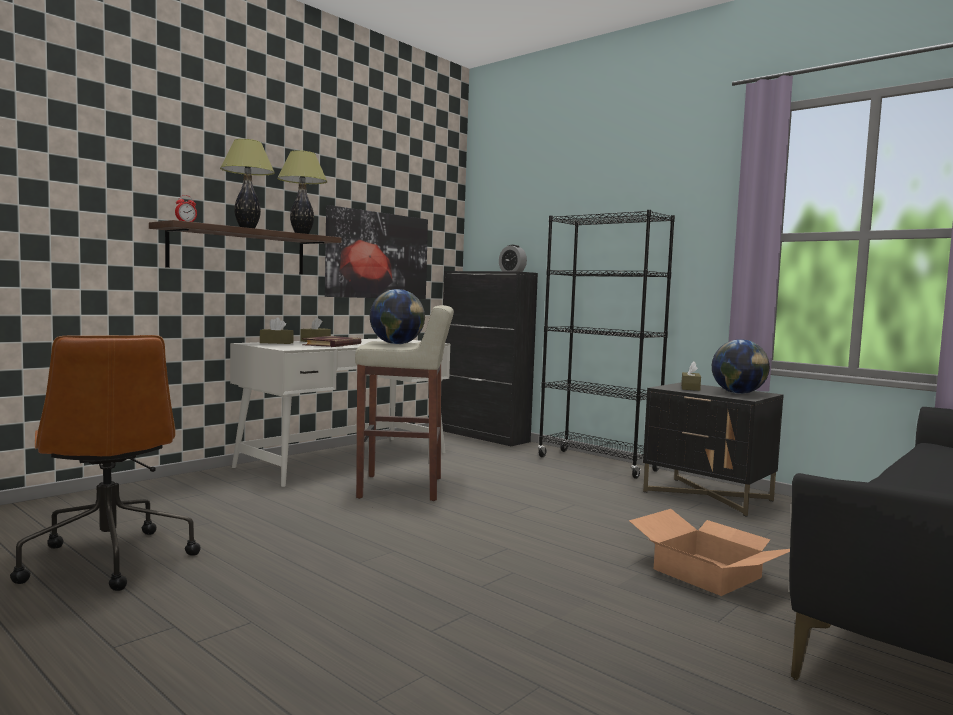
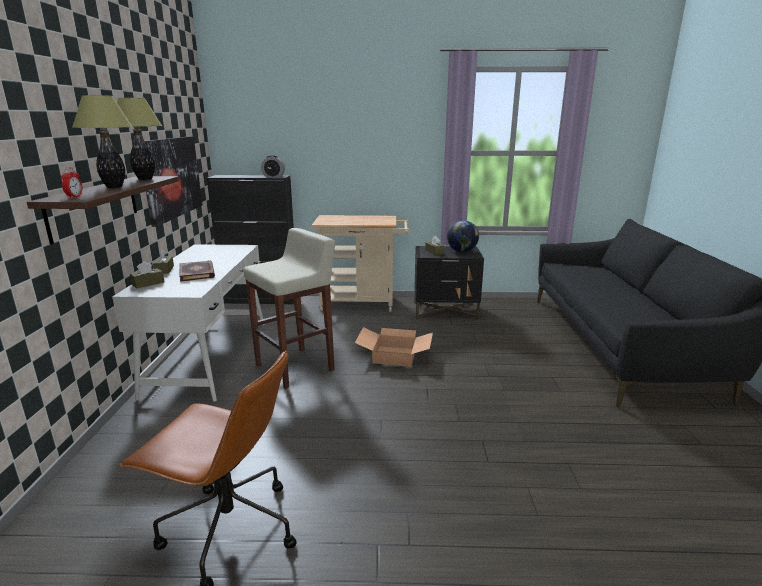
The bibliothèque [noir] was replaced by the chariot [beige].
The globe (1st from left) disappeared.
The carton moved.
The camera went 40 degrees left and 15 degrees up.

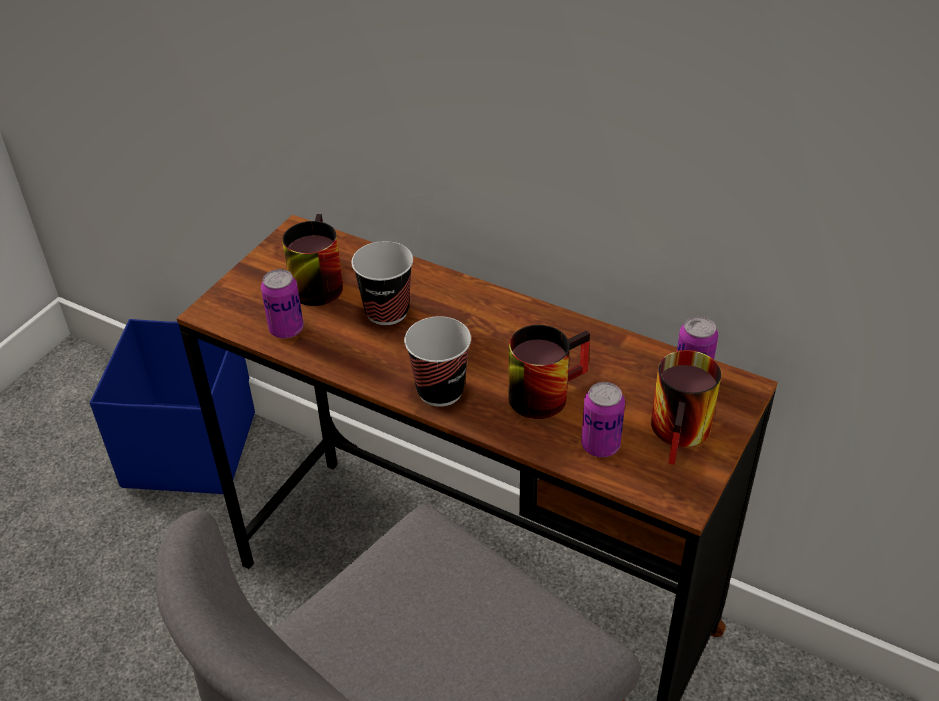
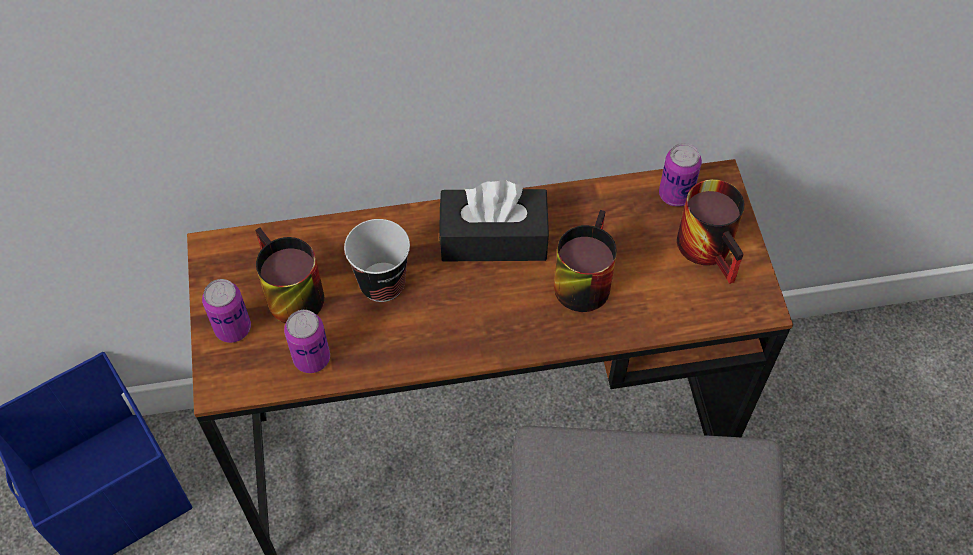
The tasse (2nd from left) disappeared.
The boîte métallique (2nd from left in the first image) moved.
The boîte à mouchoirs [noir] appeared.
The camera went 40 degrees left and 15 degrees up.

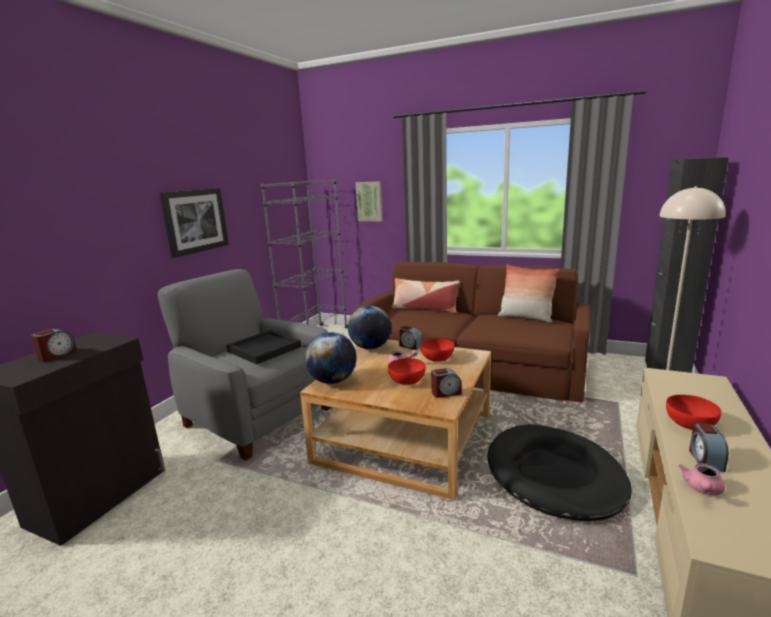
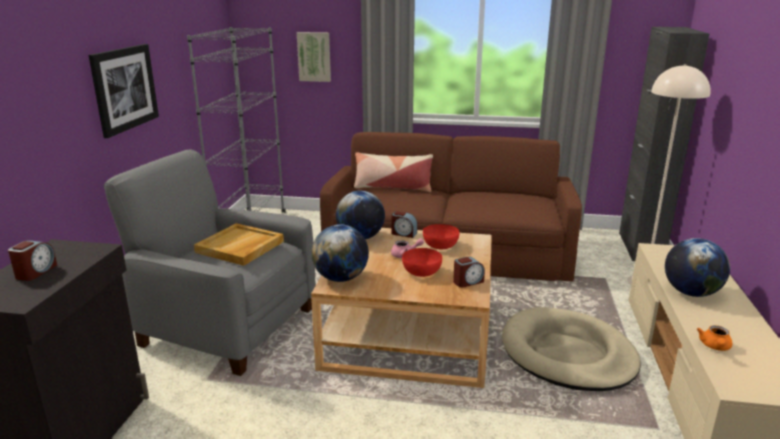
The coussin (2nd from left) disappeared.
The plateau [noir] became the plateau [beige].
The bol [rouge] (3rd from left) was replaced by the globe (3rd from left).
The réveil (4th from left) disappeared.
The panier pour chien [noir] became the panier pour chien [beige].
The théière [rose] (2nd from left) became the théière [orange].
The camera went 15 degrees left and 5 degrees up.

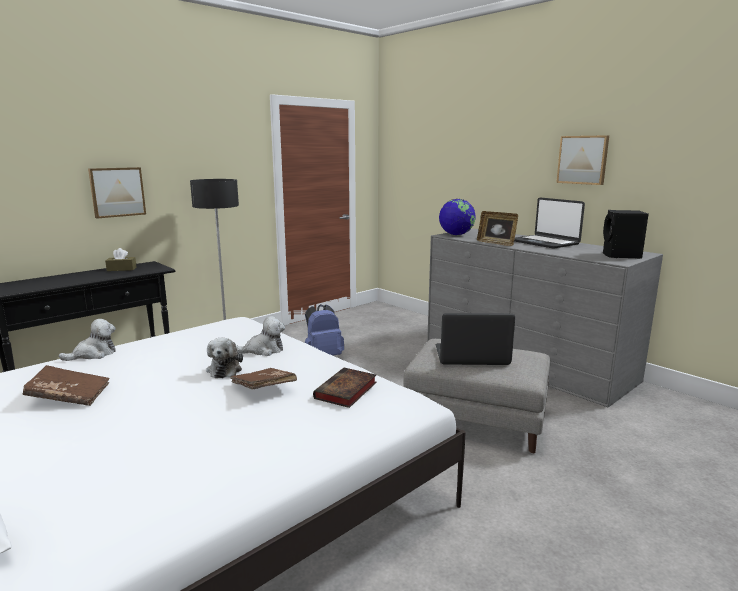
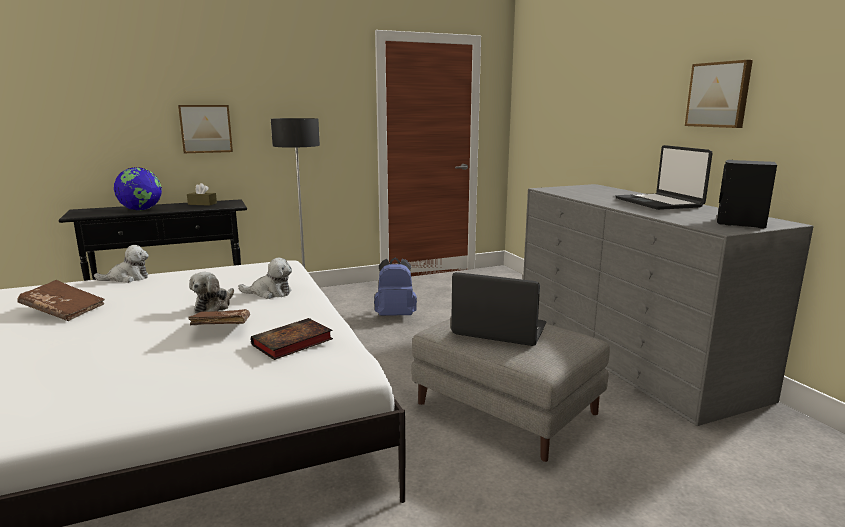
The globe moved.
The cadre photo disappeared.
The camera went 20 degrees right and 0 degrees up.

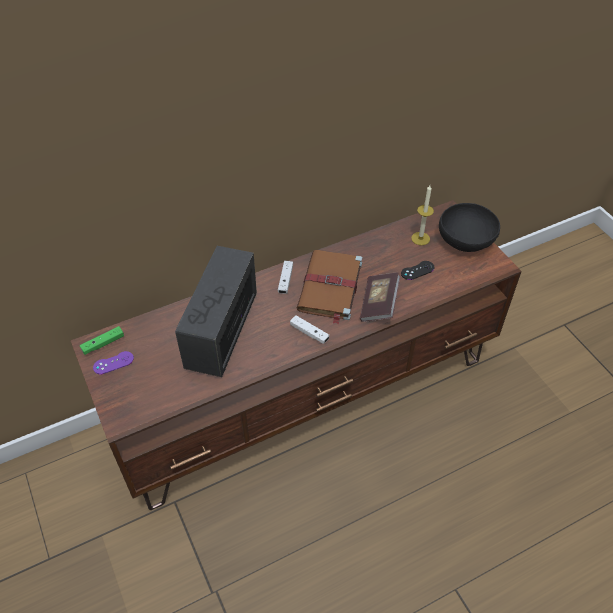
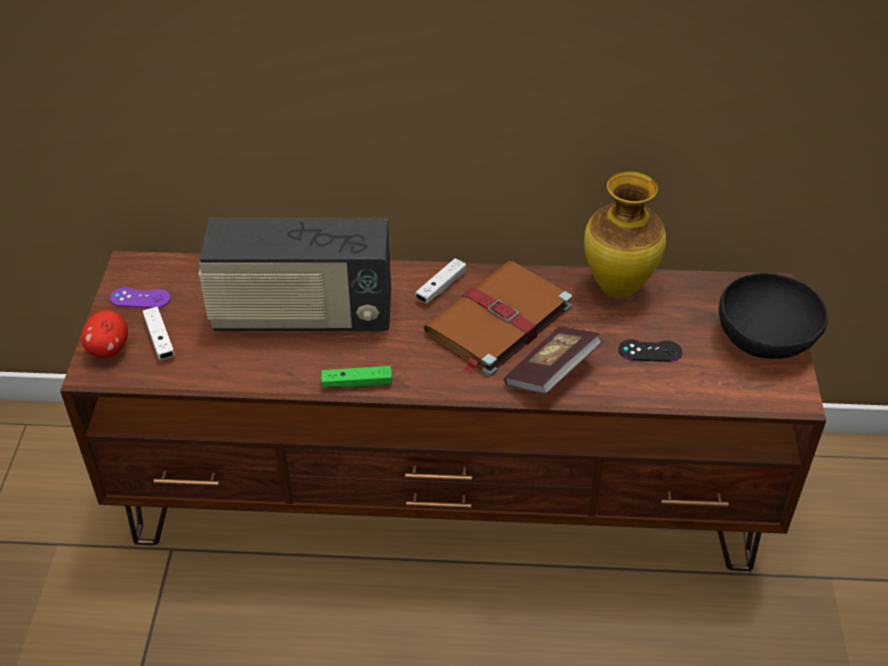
The bougie disappeared.
The radio turned 135 degrees counterclockwise.
The manette [blanc] (2nd from left in the first image) moved.
The manette [vert] moved.
The vase appeared.
The pomme appeared.
The camera went 30 degrees right and 5 degrees down.

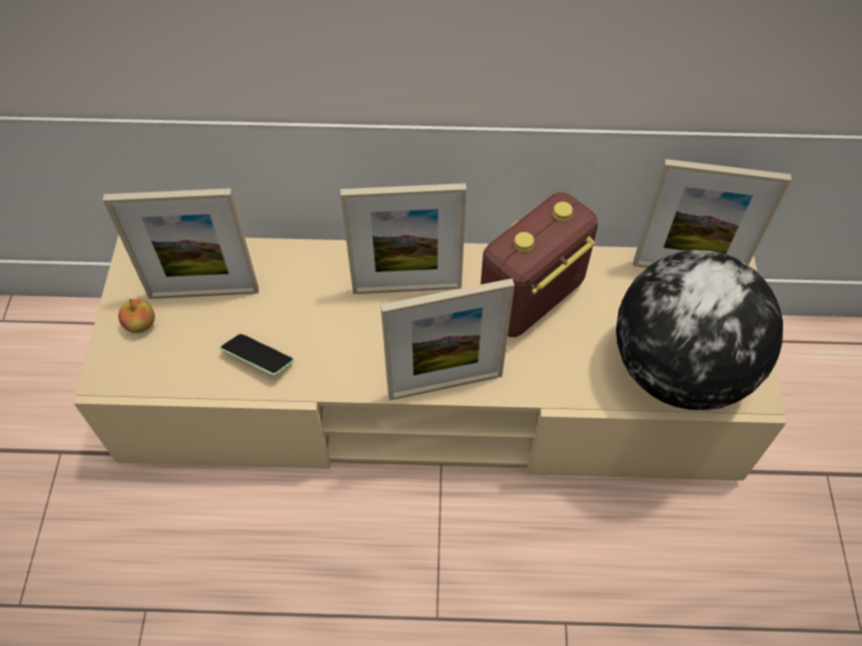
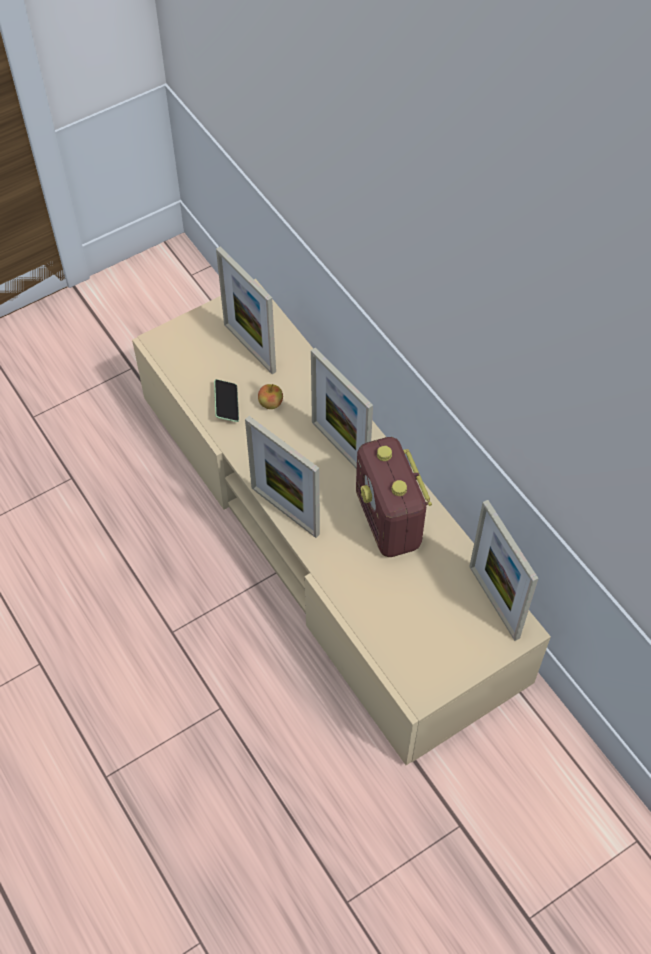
The radio turned 120 degrees counterclockwise.
The globe disappeared.
The pomme moved.
The camera went 55 degrees right and 0 degrees up.

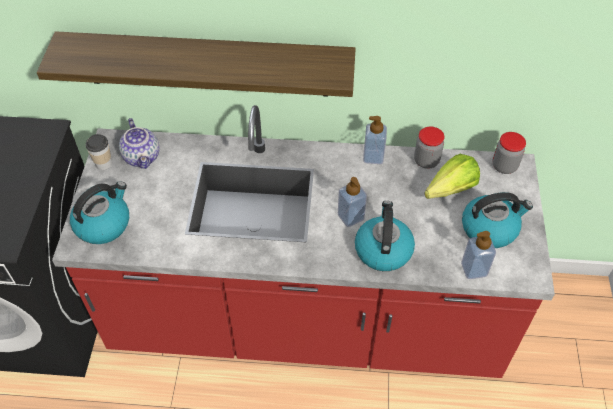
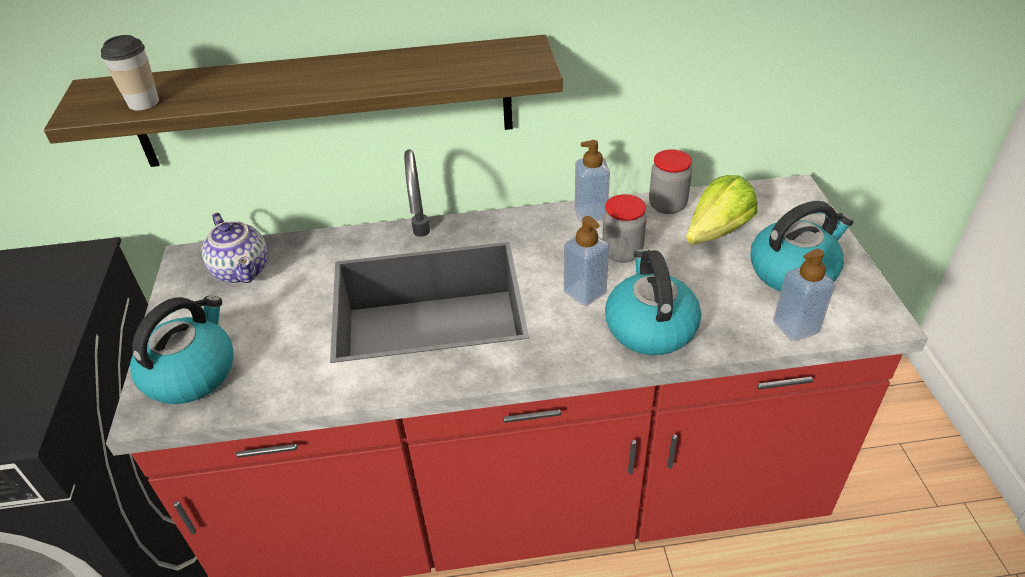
The bocal (2nd from left in the first image) moved.
The tasse moved.
The camera went 10 degrees left and 10 degrees down.

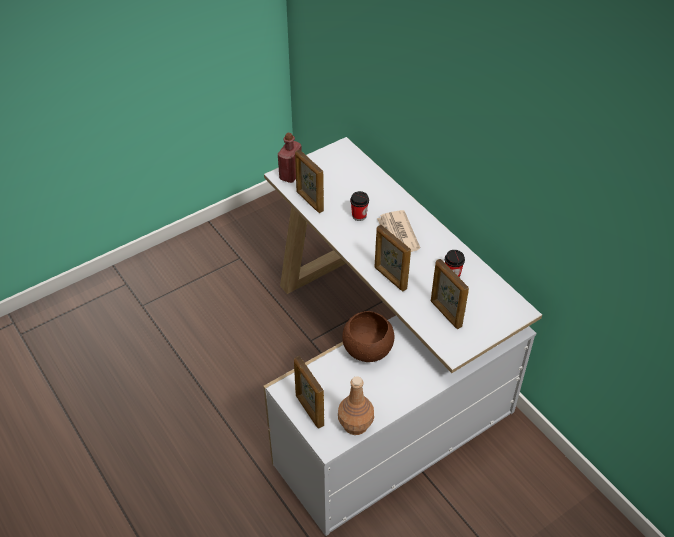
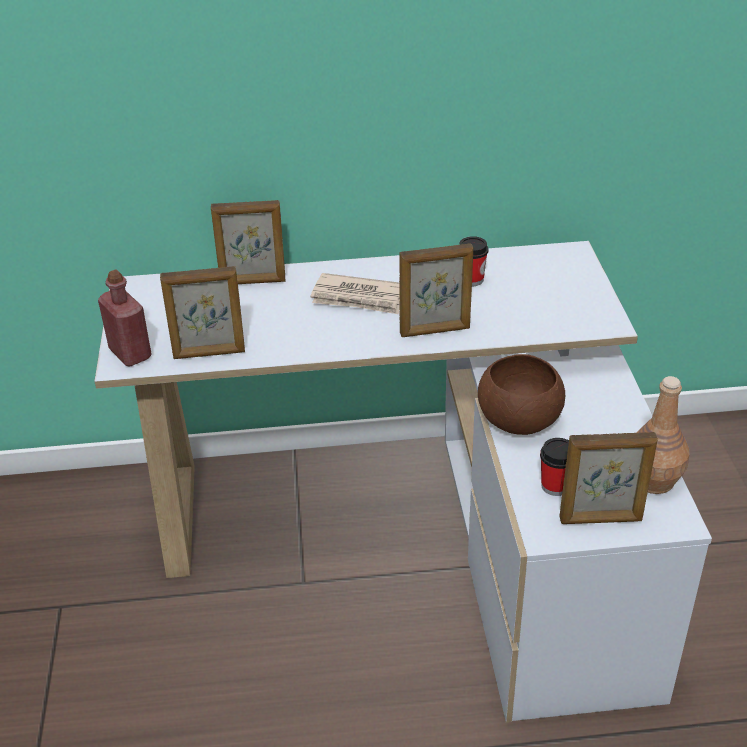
The tasse (1st from left in the first image) moved.
The cadre photo (4th from left in the first image) moved.
The camera went 60 degrees left and 10 degrees down.

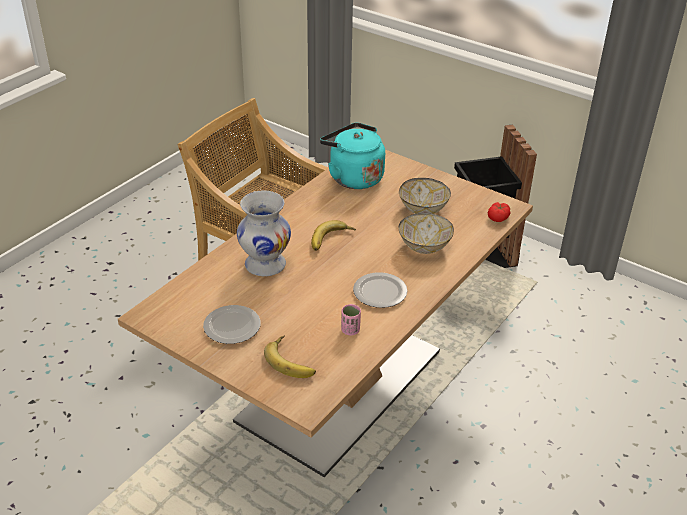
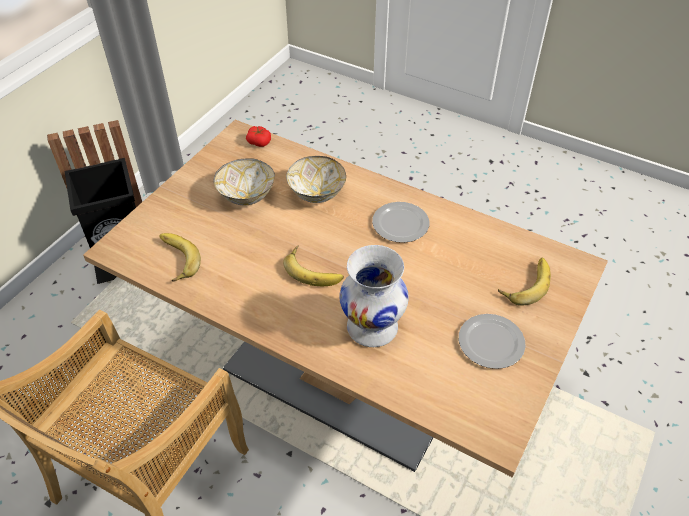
The bouilloire [turquoise] was replaced by the banane (1st from left).
The tasse [rose] disappeared.
The camera went 95 degrees left and 10 degrees up.

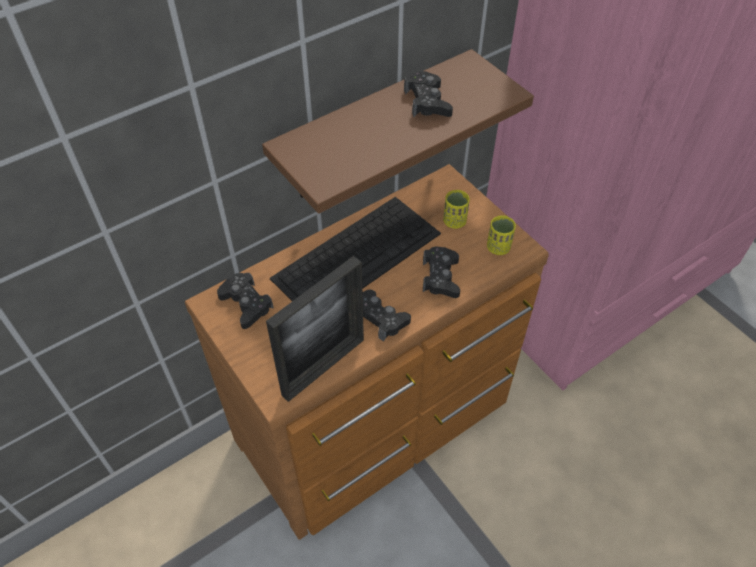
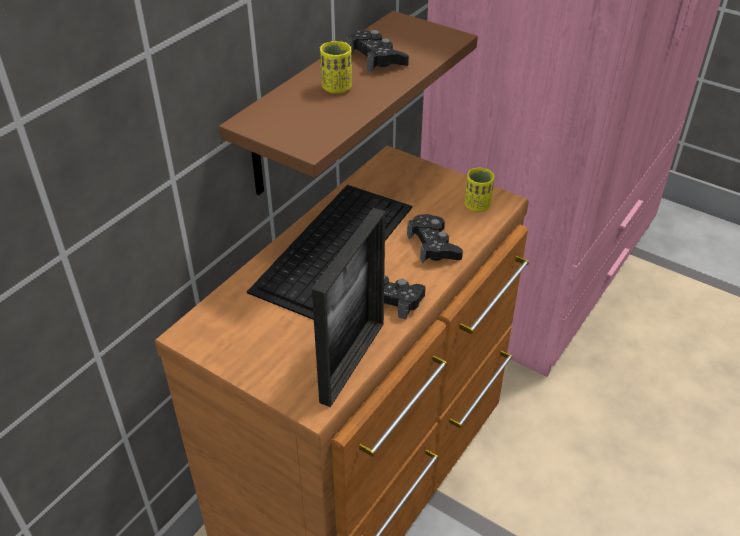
The tasse [jaune] (1st from left) moved.
The manette [noir] (1st from left) disappeared.
The camera went 20 degrees left and 10 degrees down.

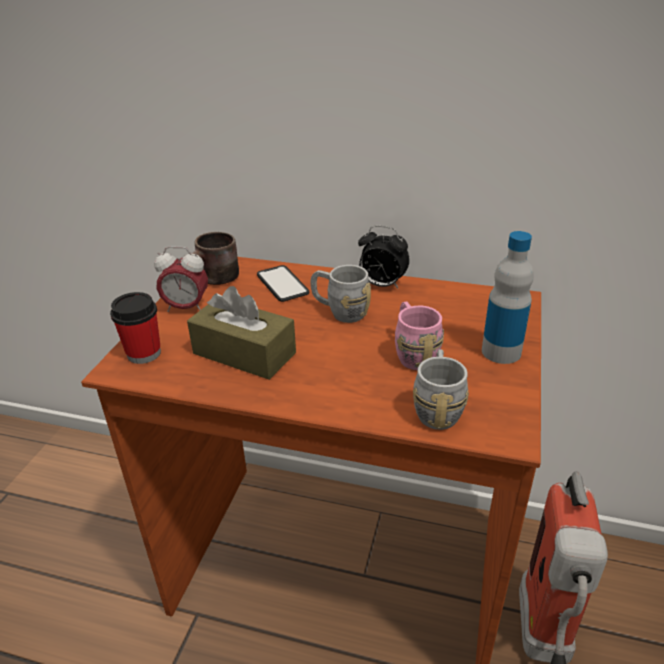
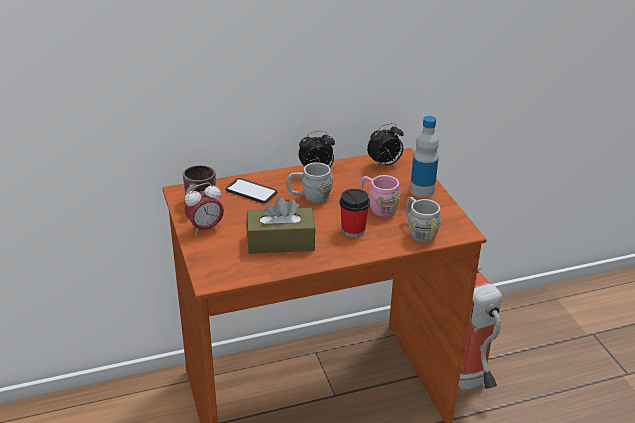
The tasse moved.
The réveil (3rd from left) appeared.
The camera went 35 degrees left and 0 degrees up.

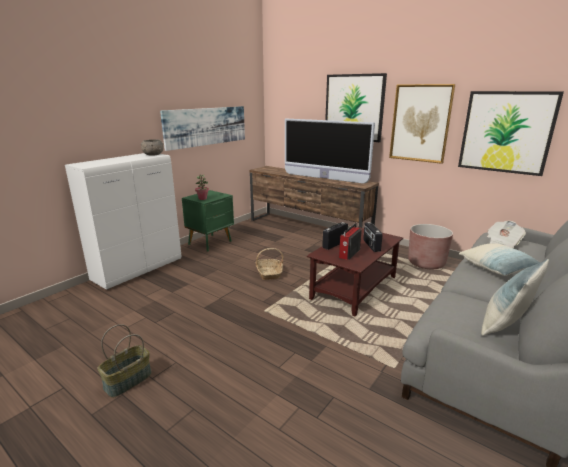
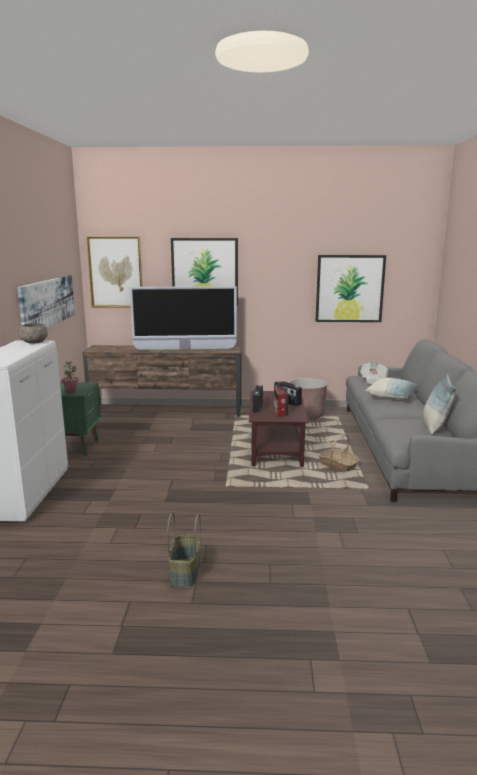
The tableau (3rd from left in the first image) moved.
The panier (2nd from left) moved.
The camera went 35 degrees left and 5 degrees down.

